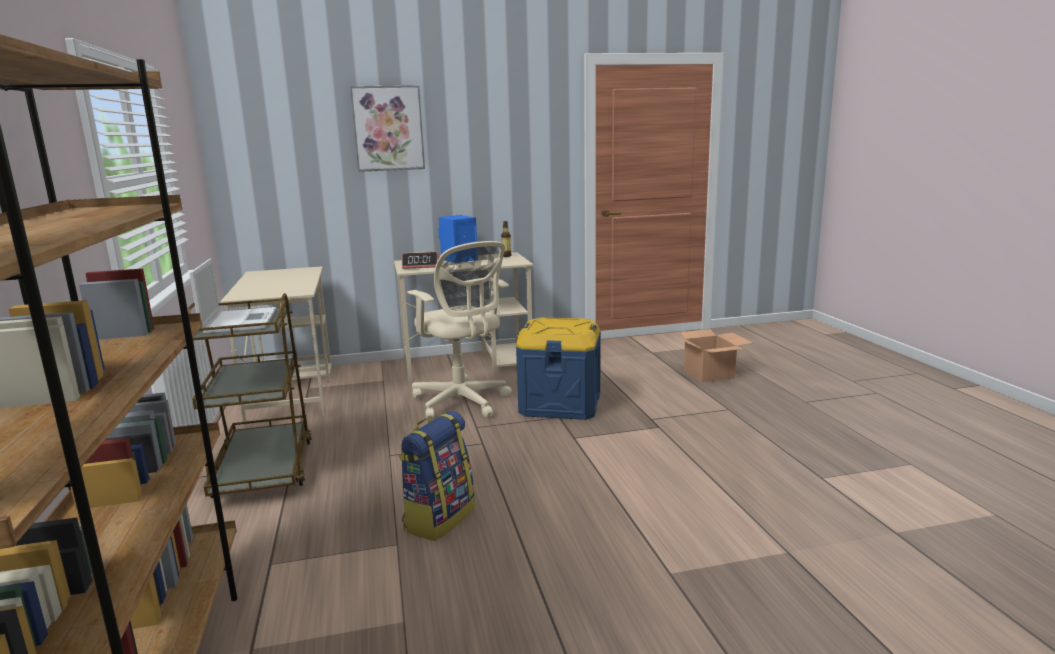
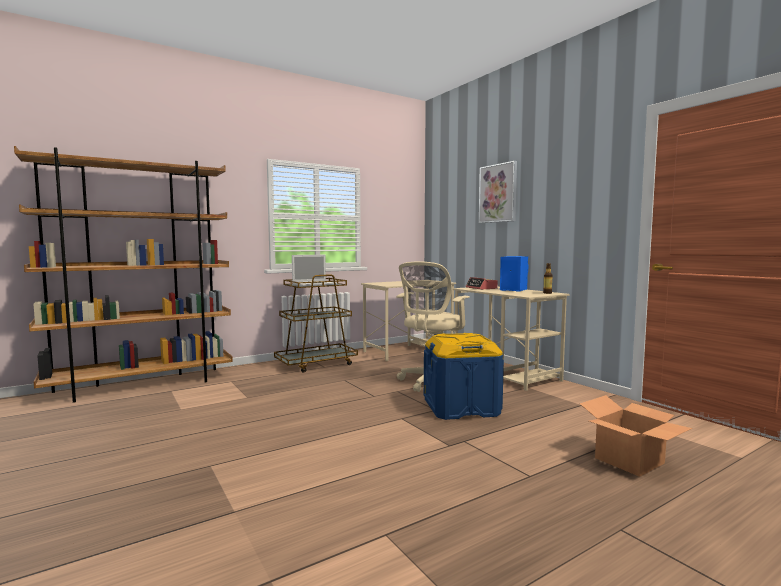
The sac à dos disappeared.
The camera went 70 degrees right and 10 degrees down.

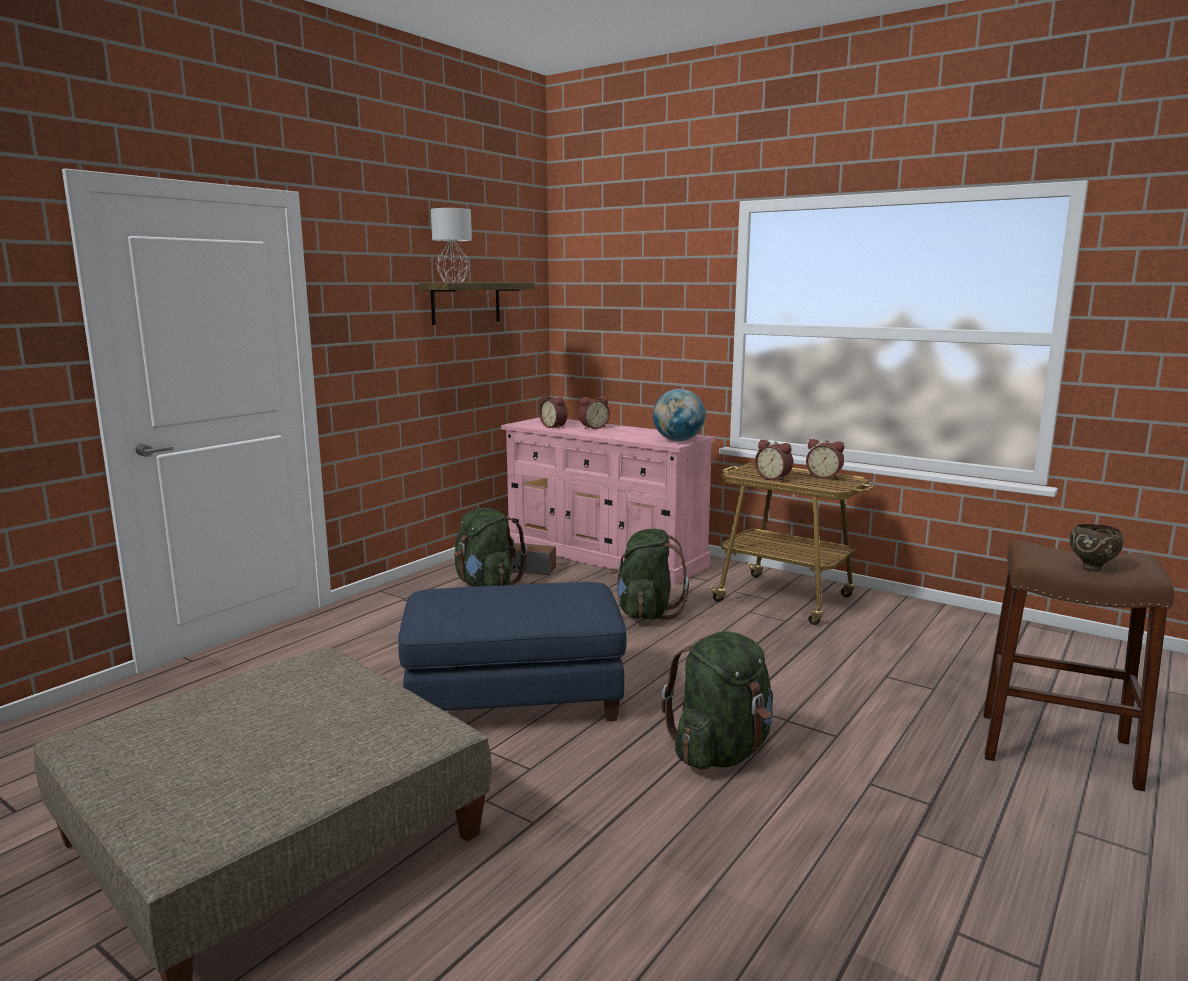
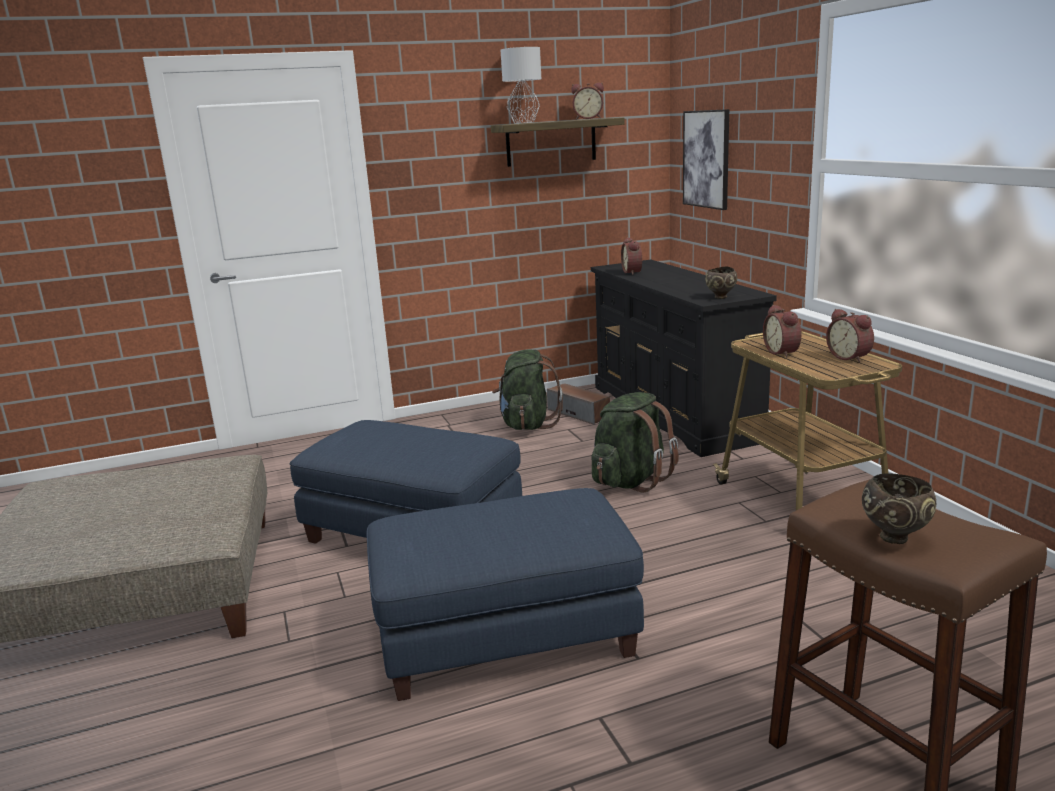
The globe was replaced by the bol [marron] (1st from left).
The réveil (2nd from left in the first image) moved.
The commode [rose] became the commode [noir].
The sac à dos [vert] (3rd from left) was replaced by the pouf [bleu] (2nd from left).
The tableau appeared.
The camera went 35 degrees right and 5 degrees up.

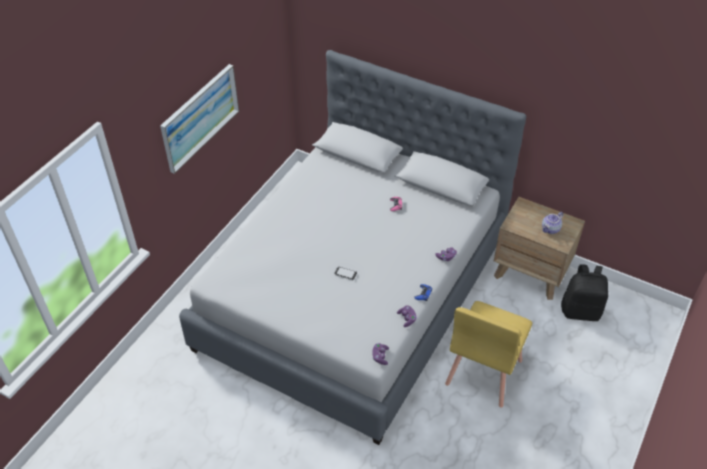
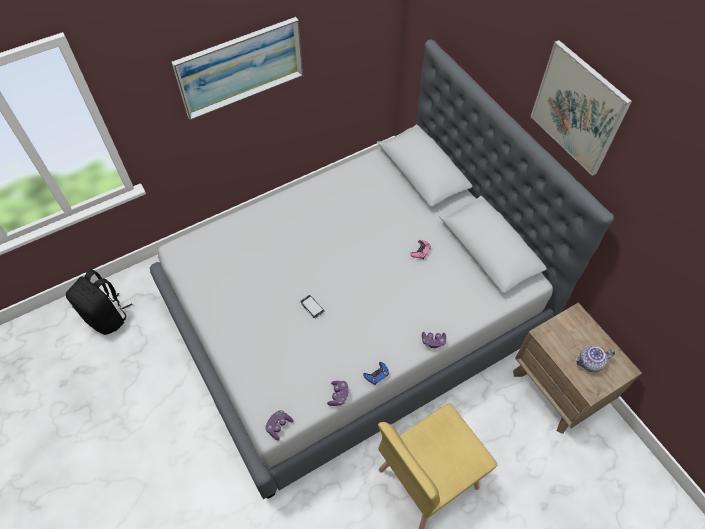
The sac à dos [noir] moved.
The tableau (2nd from left) appeared.
The camera went 30 degrees right and 10 degrees up.

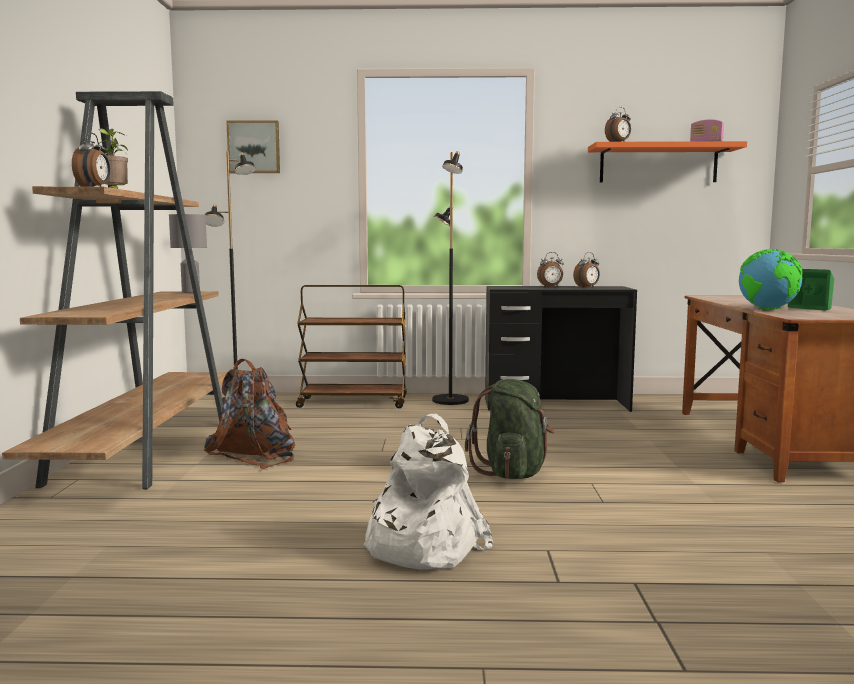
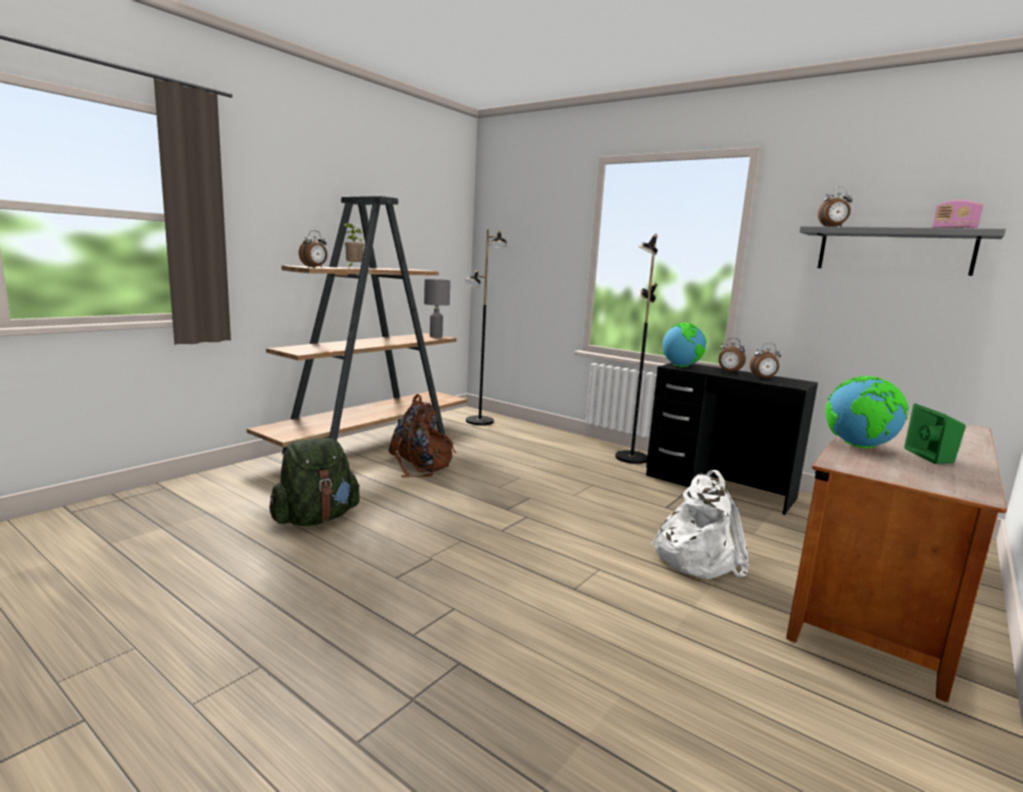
The tableau disappeared.
The étagère [orange] became the étagère [gris].
The chariot [marron] disappeared.
The sac à dos [vert] moved.
The sac à dos [blanc] moved.
The globe (1st from left) appeared.
The camera went 35 degrees right and 5 degrees up.

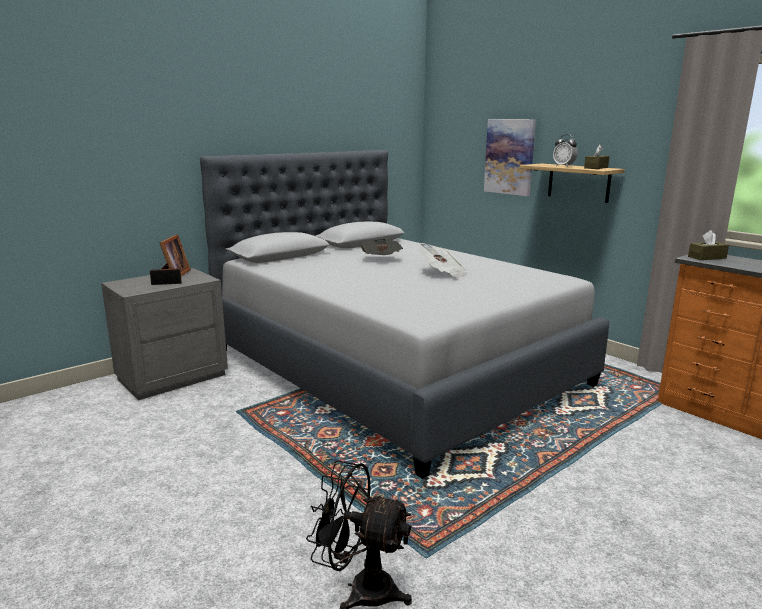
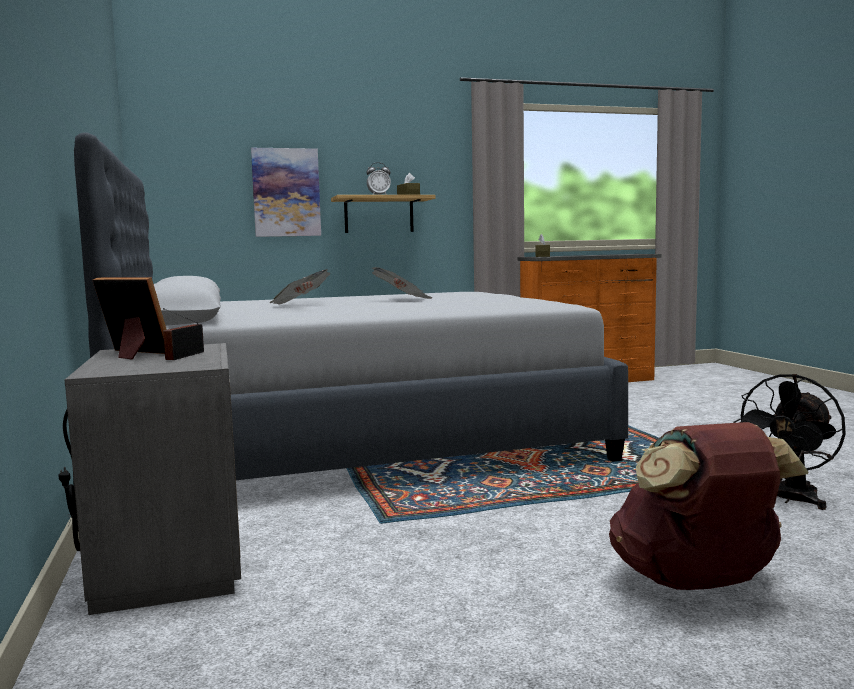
The sac à dos [marron] appeared.
The camera went 65 degrees left and 10 degrees down.

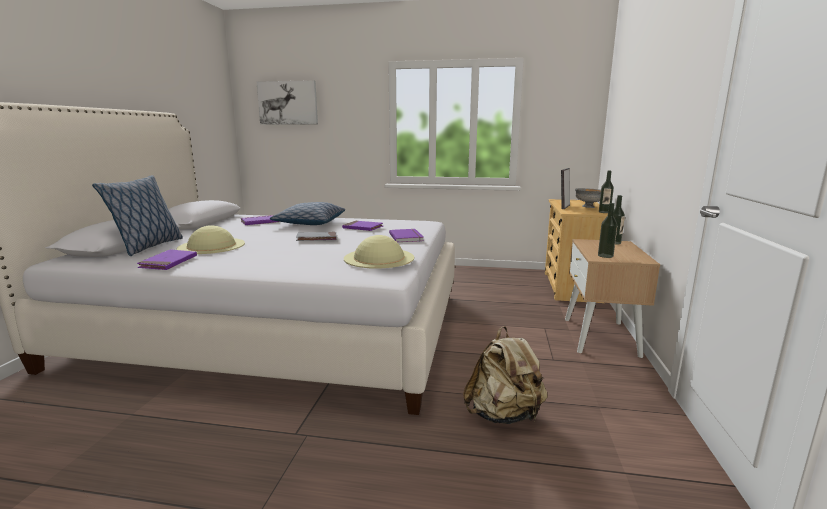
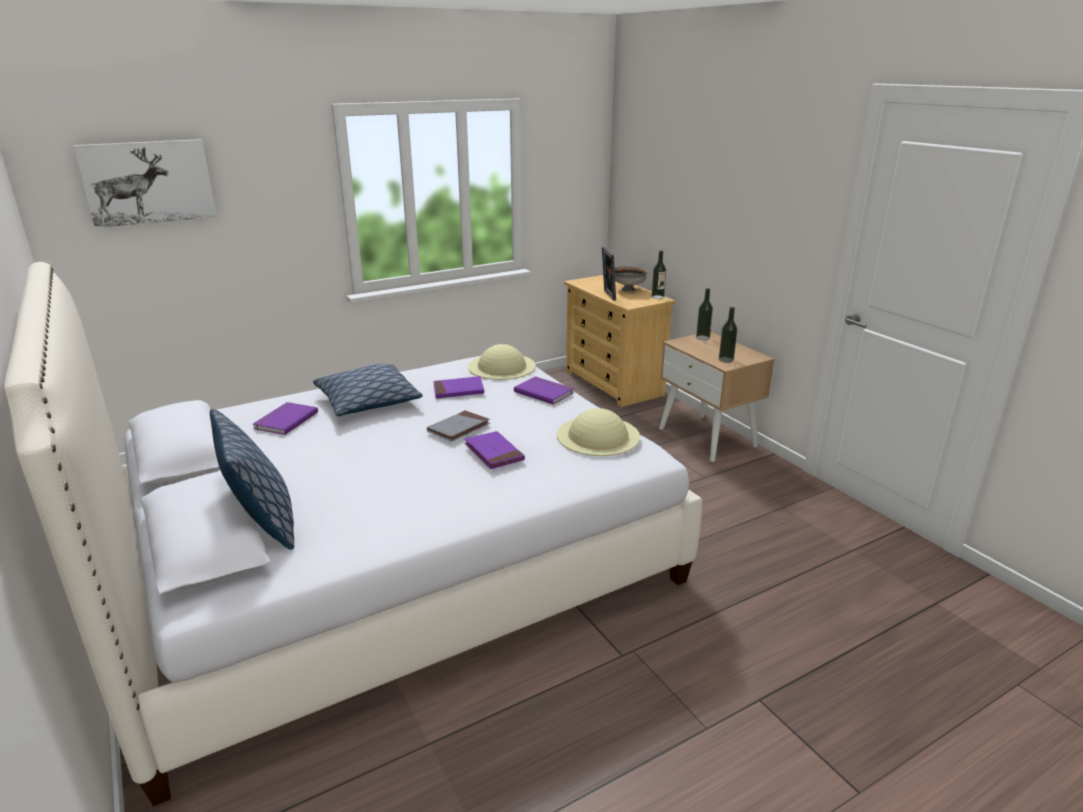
The chapeau [beige] (1st from left) moved.
The livre [violet] (1st from left in the first image) moved.
The sac à dos [beige] disappeared.
The camera went 40 degrees left and 10 degrees up.

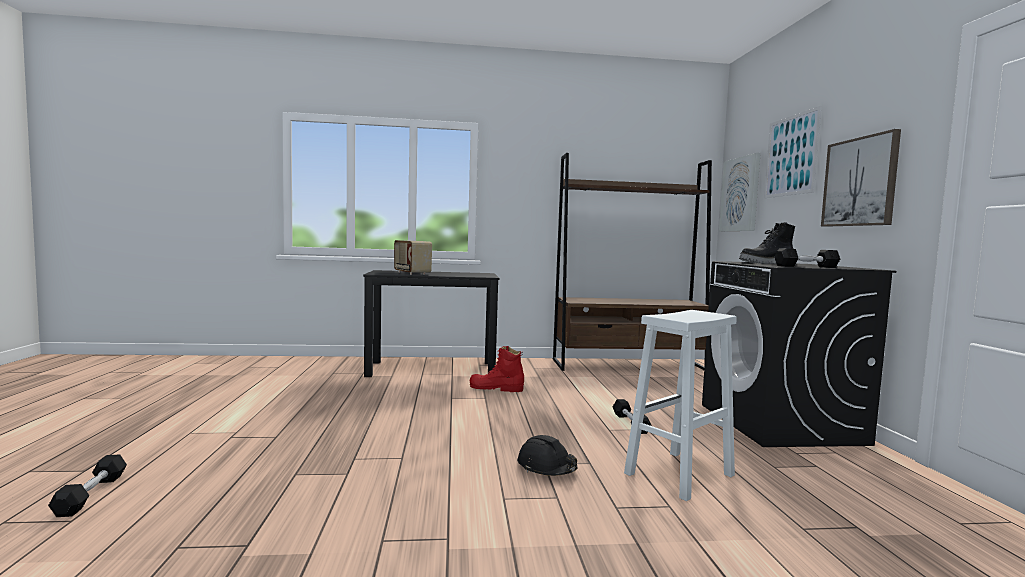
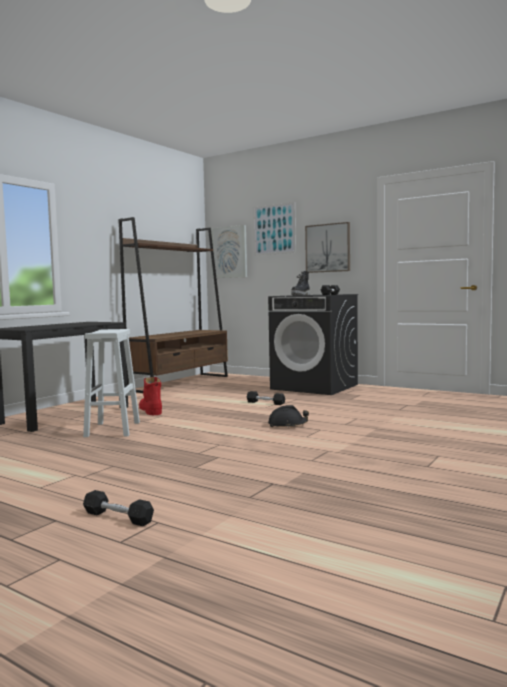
The radio disappeared.
The tabouret [blanc] moved.
The botte [rouge] turned 105 degrees clockwise.
The camera went 50 degrees left and 0 degrees up.

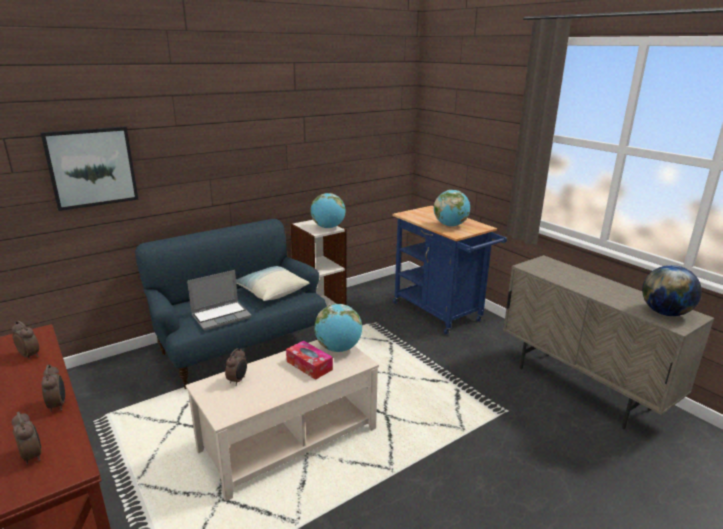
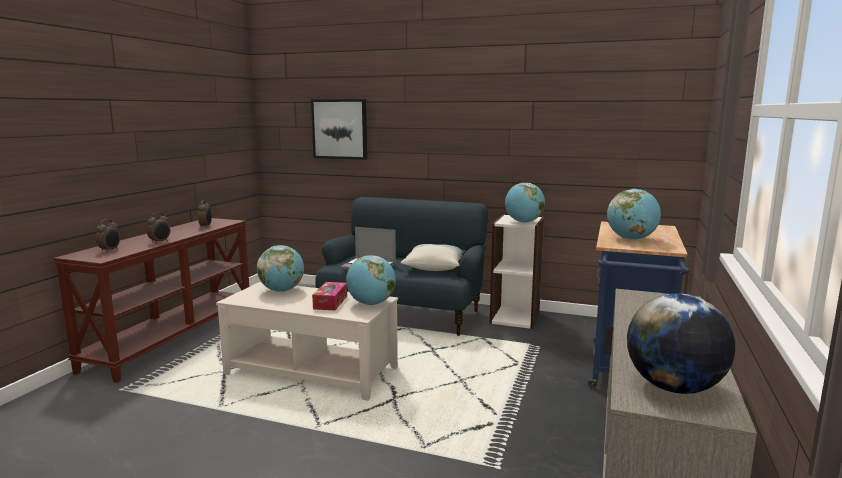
The réveil (4th from left) was replaced by the globe (1st from left).
The camera went 55 degrees right and 10 degrees down.

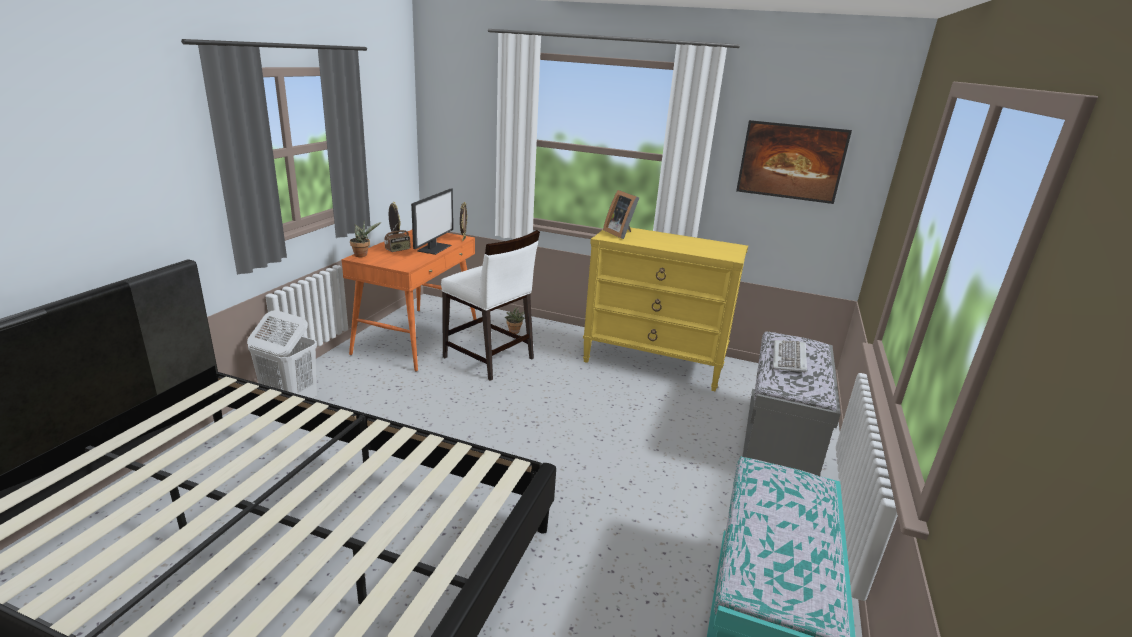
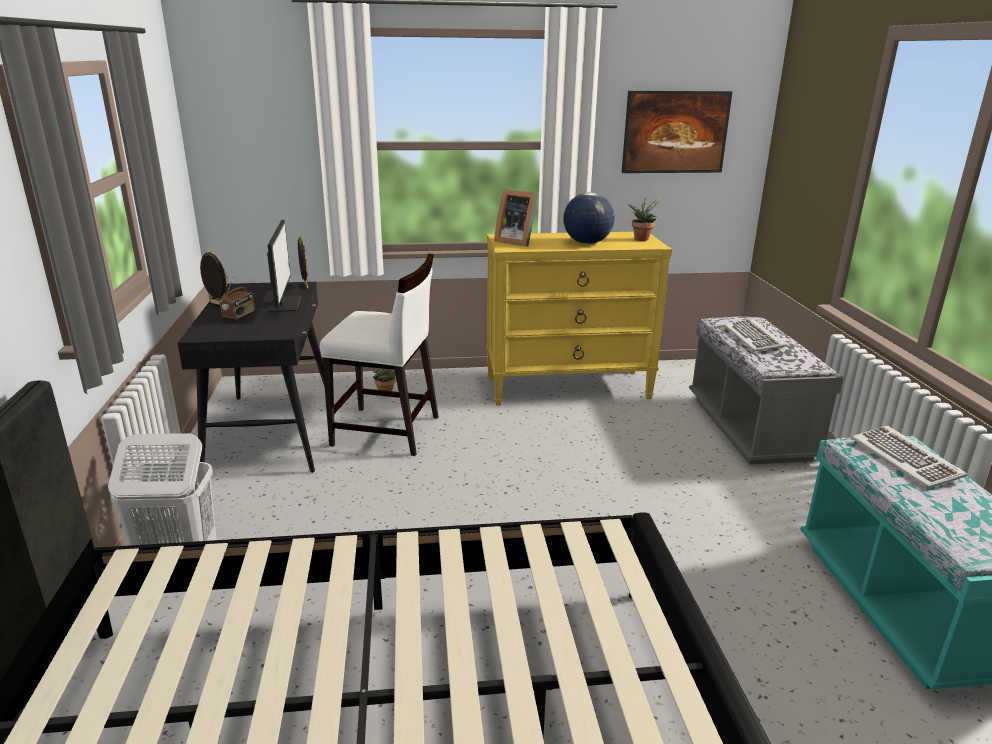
The plante en pot (1st from left in the first image) moved.
The bureau [orange] became the bureau [noir].
The globe appeared.
The clavier (2nd from left) appeared.
The camera went 25 degrees left and 0 degrees up.

